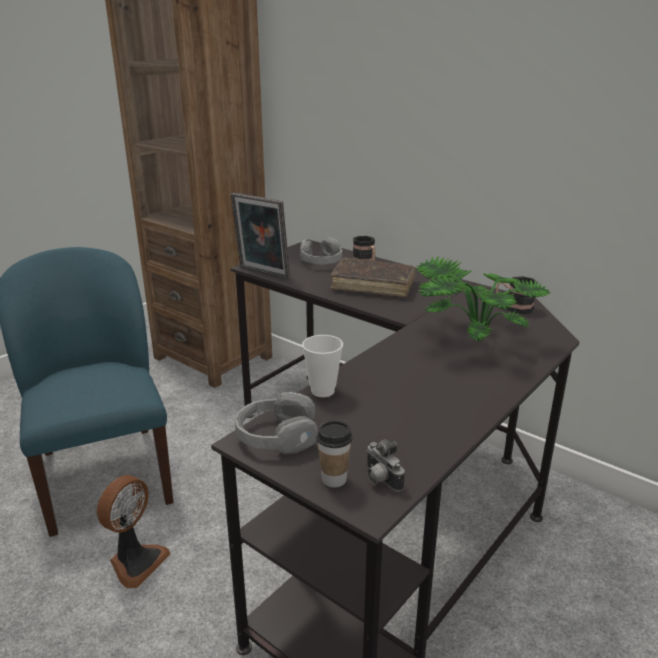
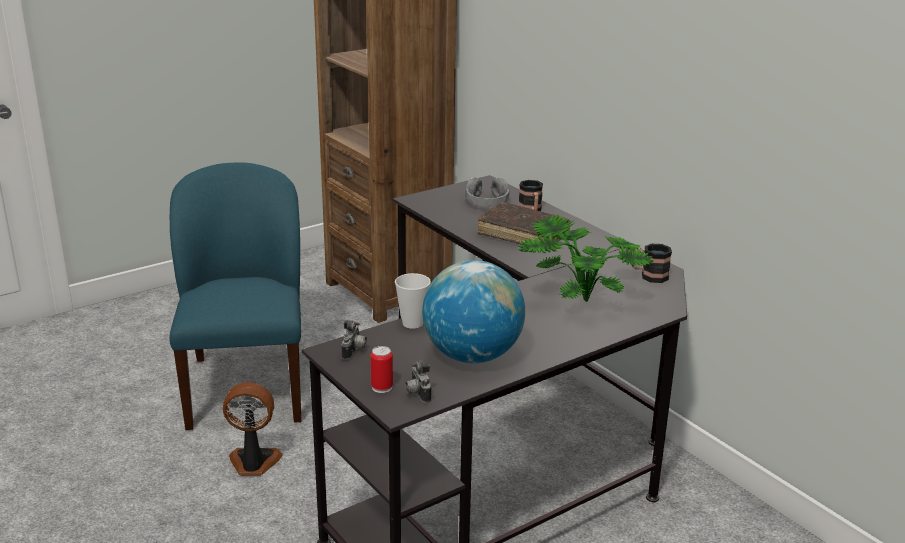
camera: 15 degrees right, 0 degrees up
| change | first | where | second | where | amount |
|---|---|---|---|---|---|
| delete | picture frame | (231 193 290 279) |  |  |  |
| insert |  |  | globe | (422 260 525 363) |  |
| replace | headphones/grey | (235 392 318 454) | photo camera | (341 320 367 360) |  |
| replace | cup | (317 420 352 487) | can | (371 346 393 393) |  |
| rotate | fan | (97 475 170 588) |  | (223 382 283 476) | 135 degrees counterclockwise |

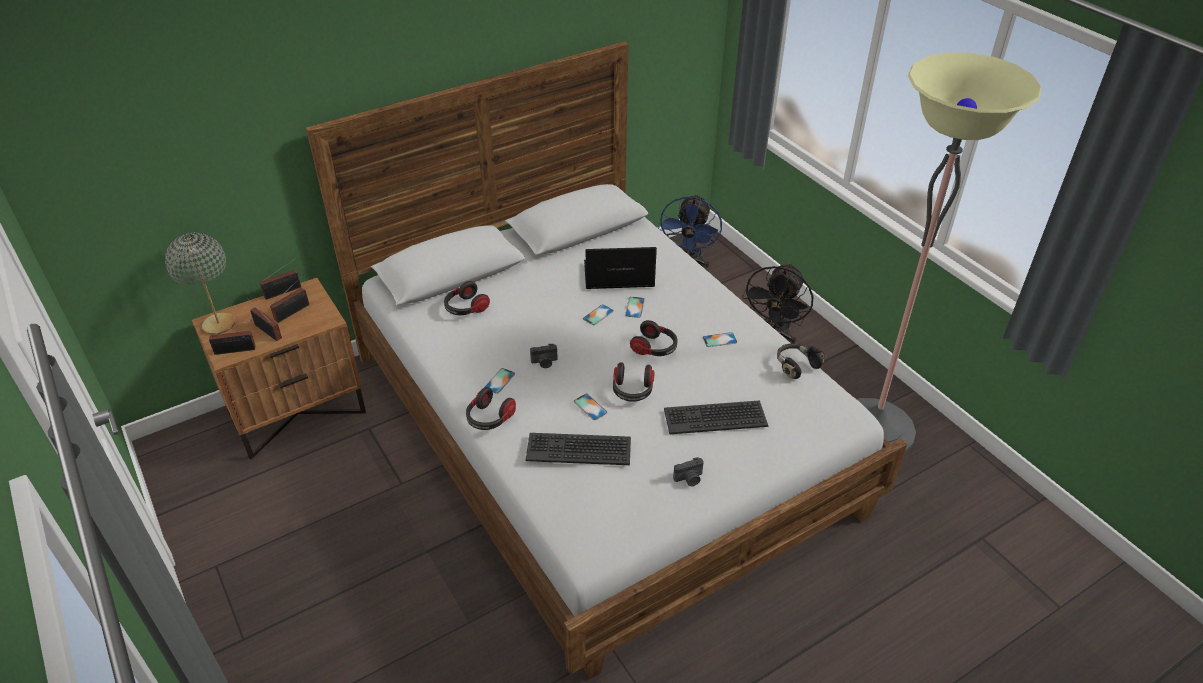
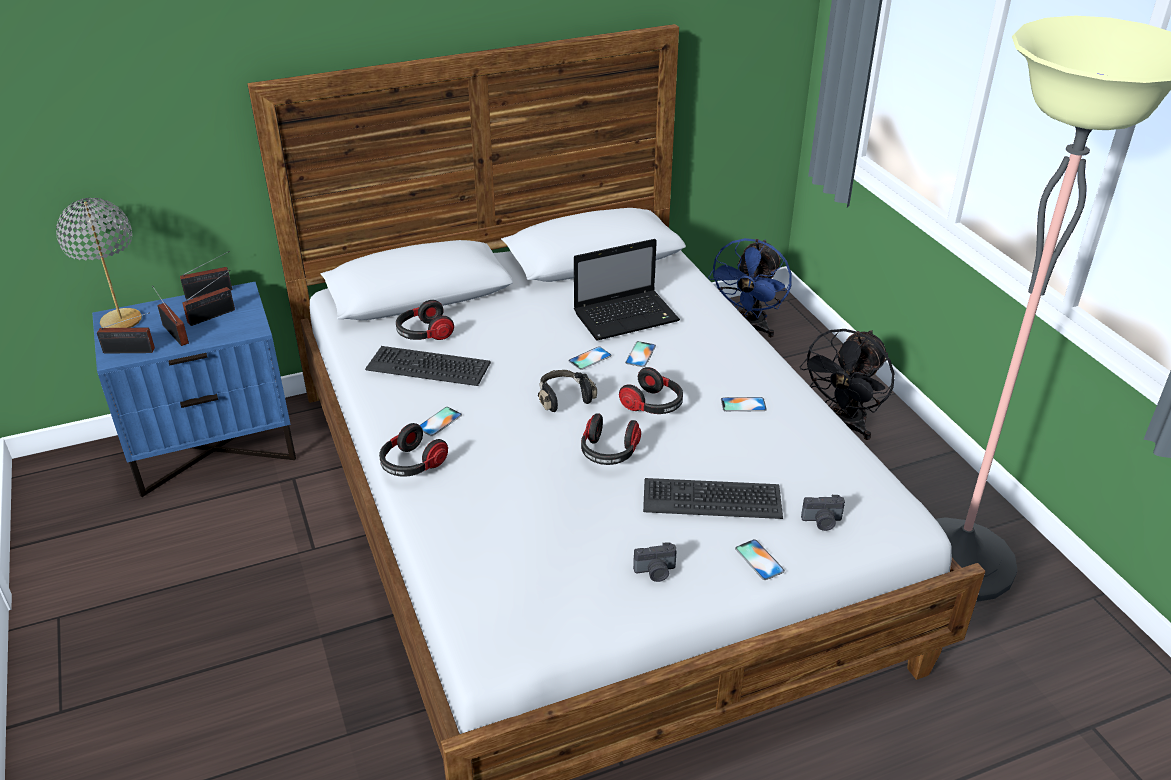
camera: 10 degrees right, 5 degrees down
| change | first | where | second | where | amount |
|---|---|---|---|---|---|
| move | keyboard | (525 433 631 465) |  | (365 346 491 386) |  |
| move | photo camera | (530 344 558 368) |  | (801 495 845 531) |  |
| move | phone | (574 394 607 420) |  | (735 539 785 580) |  |
| move | headphones/black | (777 343 827 379) |  | (538 370 597 412) |  |
| recolor | nightstand/brown | (192 278 366 460) | nightstand/blue | (92 282 296 497) |  |
| rotate | laptop | (584 247 657 289) |  | (574 239 680 340) | 150 degrees clockwise |

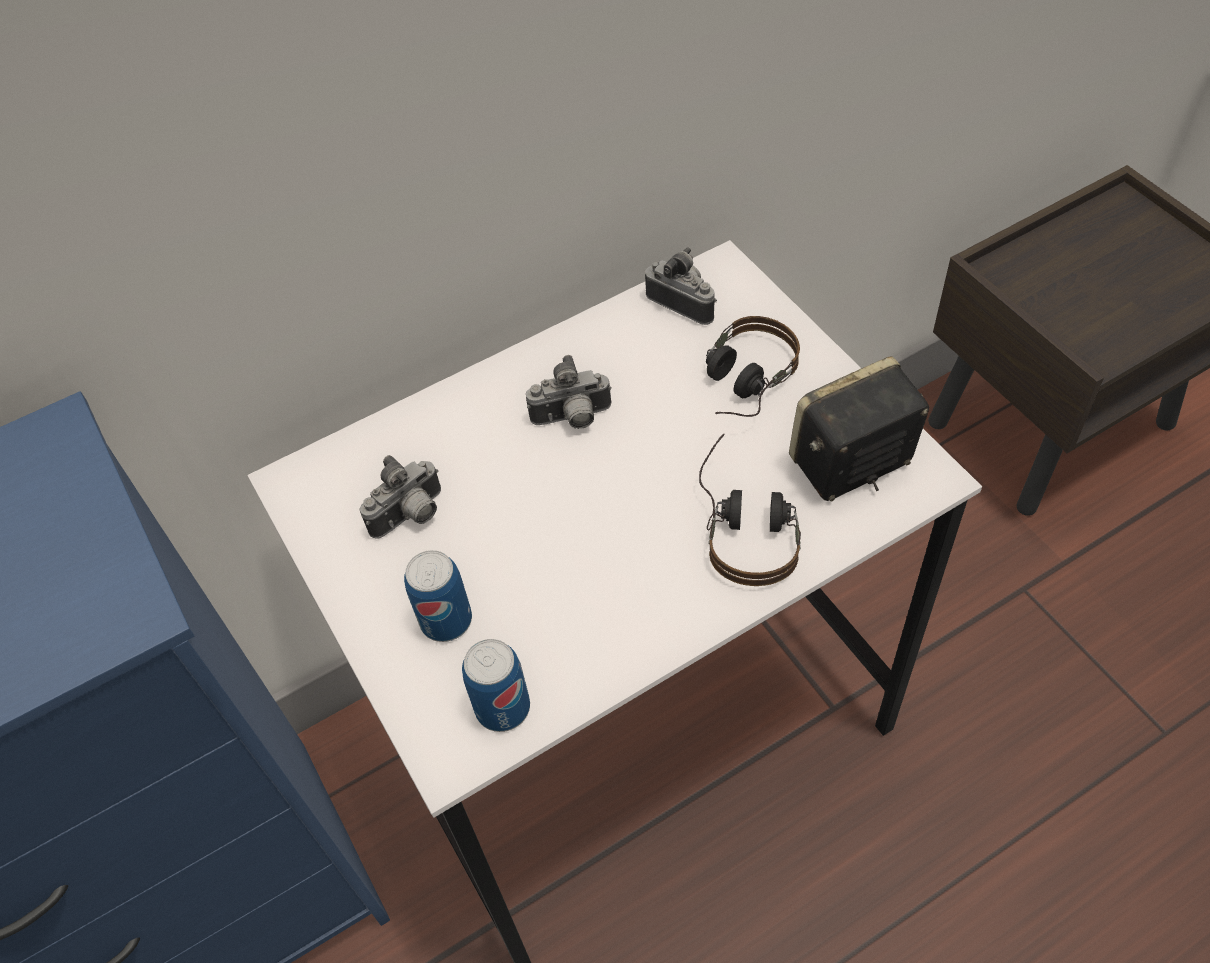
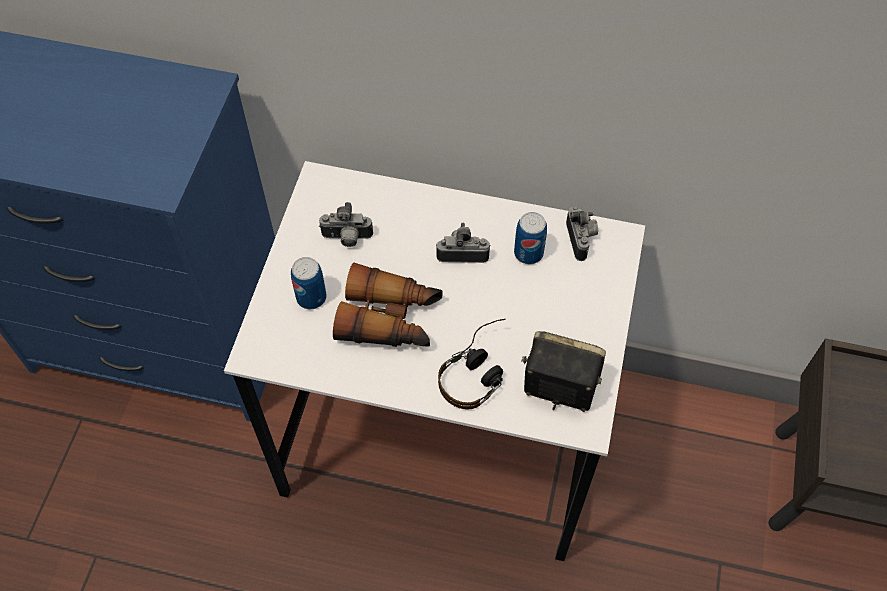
camera: 40 degrees right, 5 degrees up
| change | first | where | second | where | amount |
|---|---|---|---|---|---|
| delete | headphones | (706 316 800 417) |  |  |  |
| insert |  |  | binoculars | (333 263 442 347) |  |
| move | can | (462 639 530 732) |  | (514 212 547 264) |  |
| rotate | photo camera | (526 355 612 429) |  | (436 223 490 263) | 150 degrees clockwise |

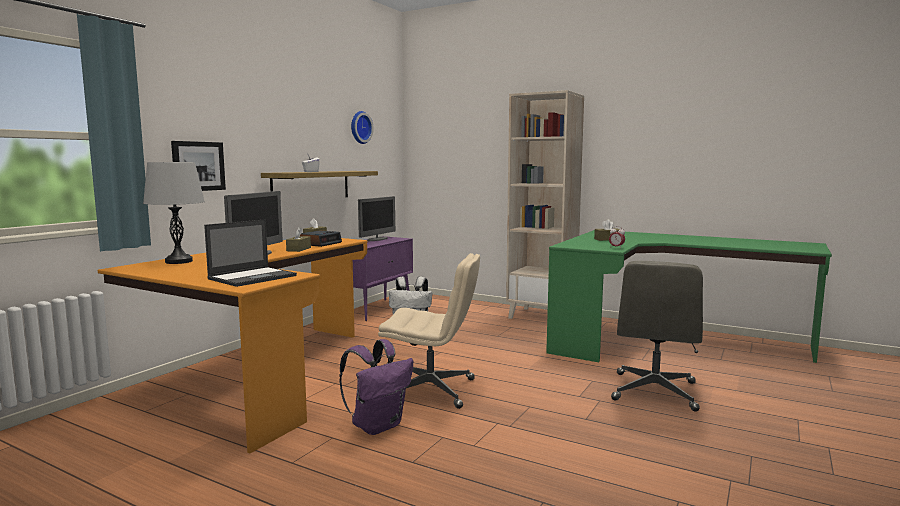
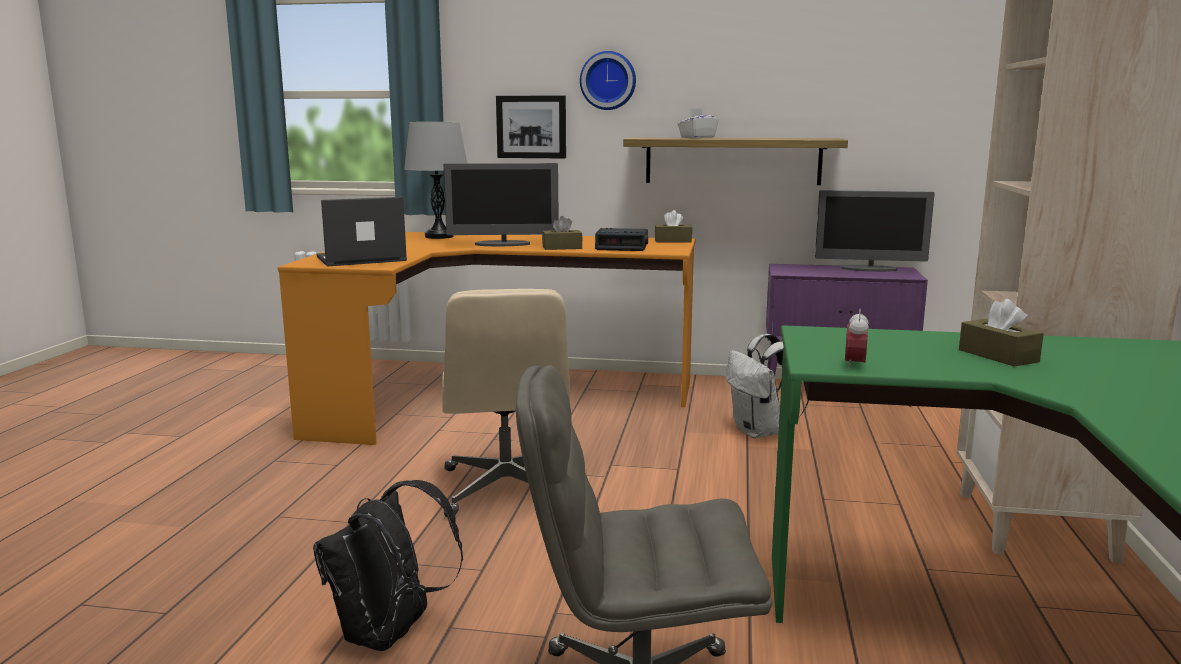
camera: 70 degrees right, 5 degrees up
| change | first | where | second | where | amount |
|---|---|---|---|---|---|
| delete | backpack/purple | (339 339 413 435) |  |  |  |
| insert |  |  | backpack/black | (313 480 463 651) |  |
| move | wall clock | (351 111 374 144) |  | (580 51 636 110) |  |
| rotate | laptop | (204 219 297 287) |  | (316 197 407 266) | 135 degrees clockwise |

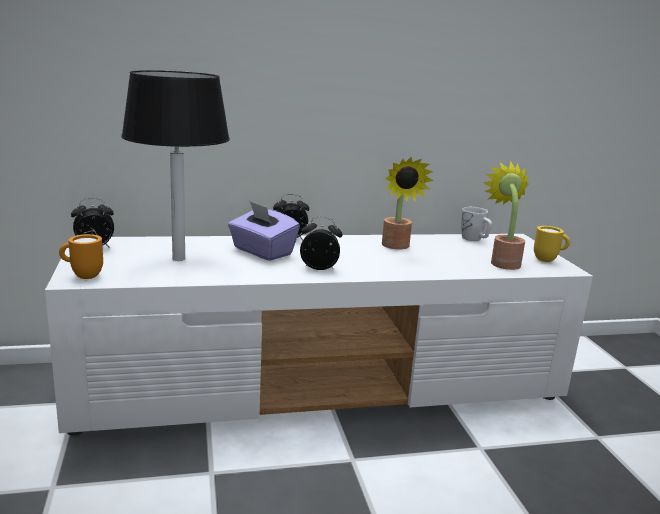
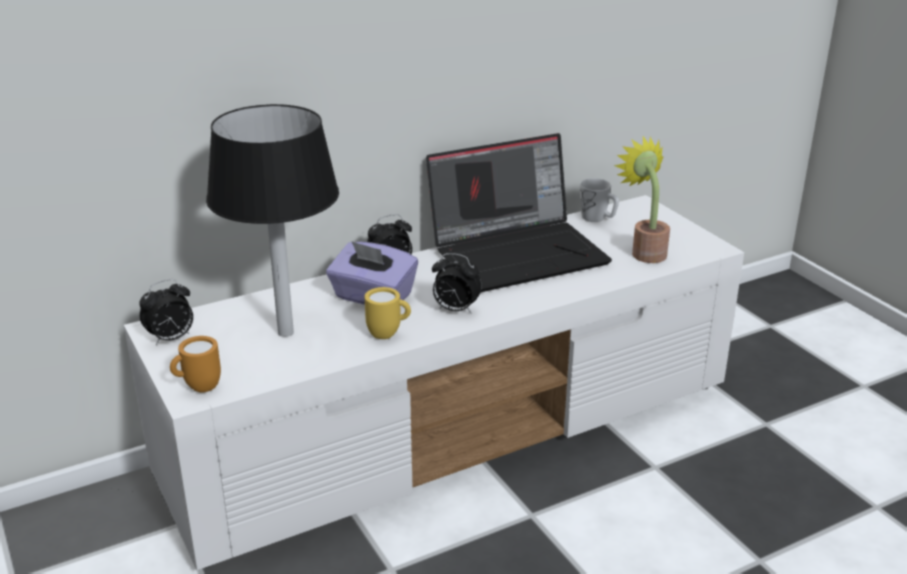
camera: 15 degrees left, 10 degrees up
| change | first | where | second | where | amount |
|---|---|---|---|---|---|
| move | mug/yellow | (534 226 570 262) |  | (365 287 411 339) |  |
| replace | potted plant | (382 157 434 250) | laptop | (426 133 612 292) |  |
| rotate | alarm clock | (300 217 342 270) |  | (432 253 482 313) | 150 degrees counterclockwise |

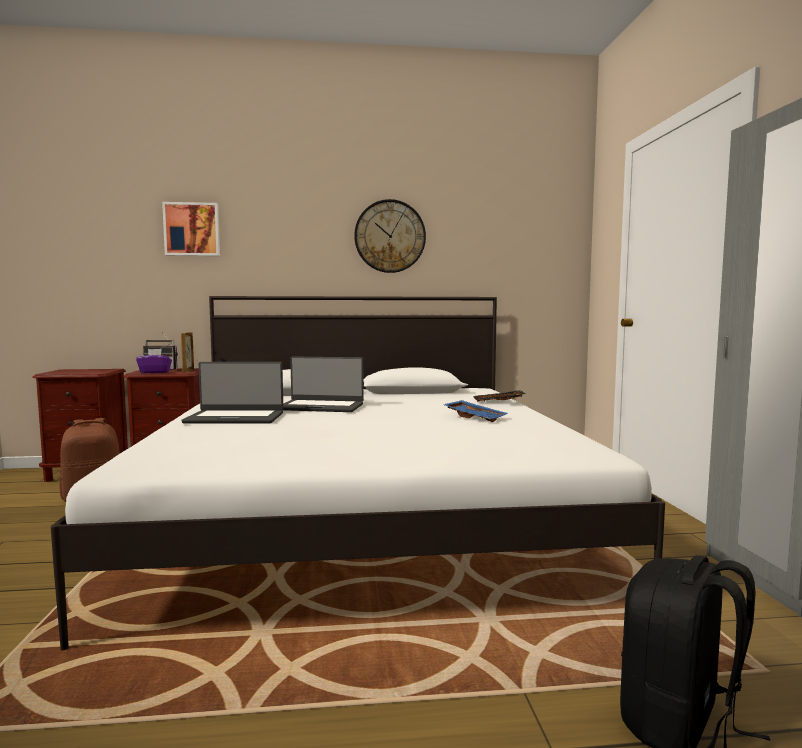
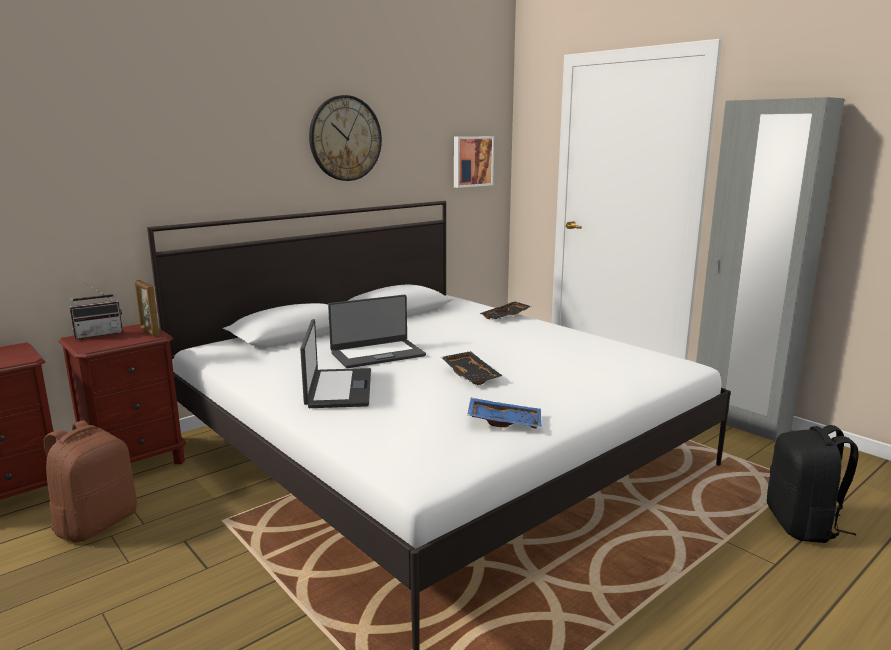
camera: 35 degrees left, 10 degrees up
| change | first | where | second | where | amount |
|---|---|---|---|---|---|
| delete | tissue box/purple | (136 349 172 373) |  |  |  |
| insert |  |  | tray/black | (441 351 503 385) |  |
| move | picture | (162 202 220 256) |  | (454 136 494 188) |  |
| move | tray/blue | (443 400 508 422) |  | (467 398 542 429) |  |
| rotate | laptop | (182 362 283 423) |  | (300 319 371 408) | 60 degrees counterclockwise |

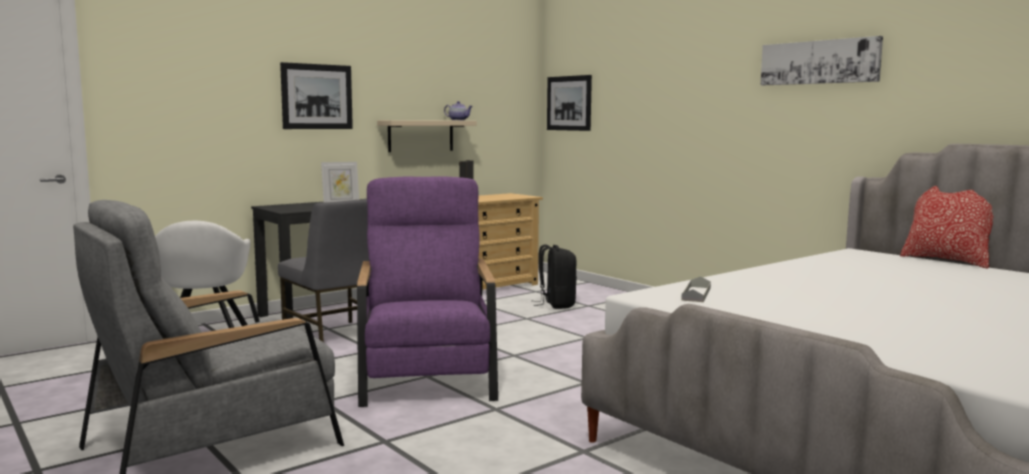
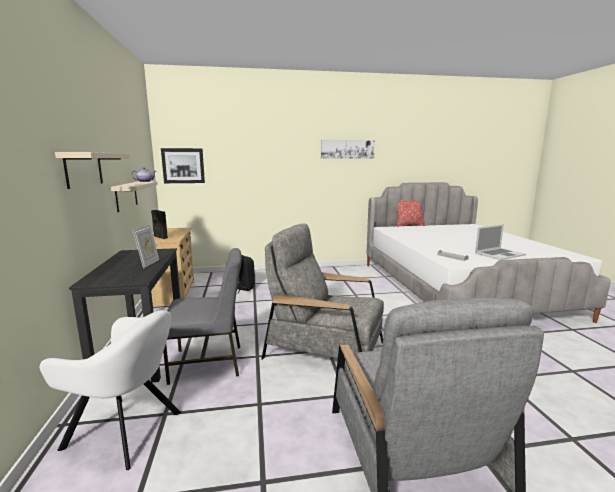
camera: 60 degrees left, 5 degrees up
| change | first | where | second | where | amount |
|---|---|---|---|---|---|
| insert |  |  | laptop | (475 224 526 260) |  |
| replace | picture | (280 62 353 129) | shelf/beige | (55 152 130 189) |  |
| recolor | armchair/purple | (357 176 498 407) | armchair/grey | (261 224 384 360) |  |

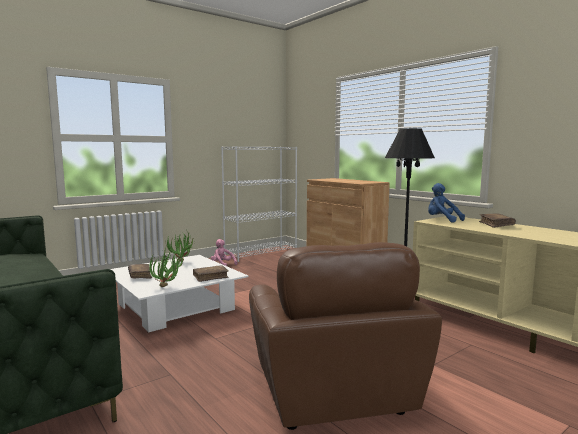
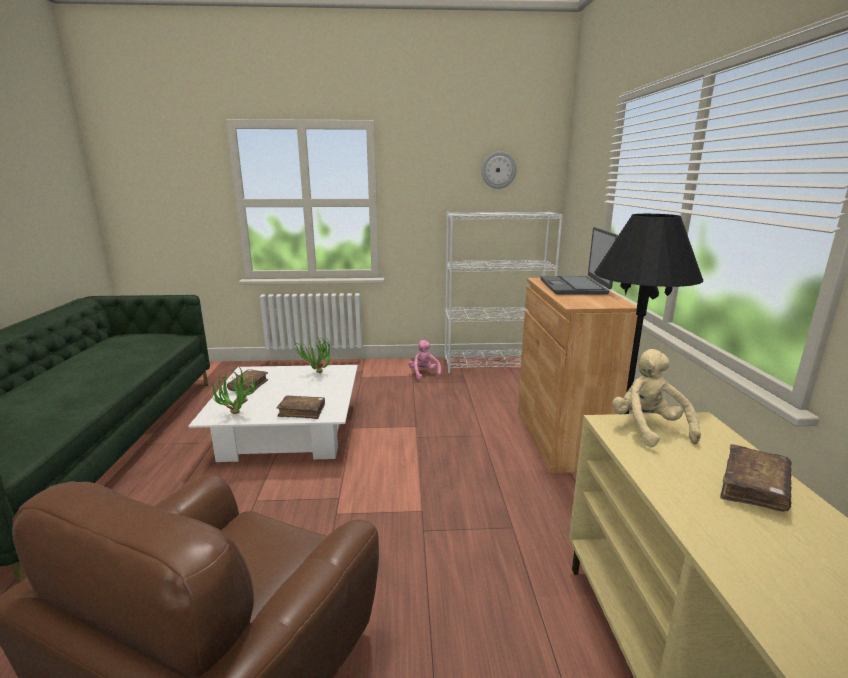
camera: 35 degrees right, 10 degrees up
| change | first | where | second | where | amount |
|---|---|---|---|---|---|
| insert |  |  | wall clock | (481 151 517 189) |  |
| insert |  |  | laptop | (540 227 618 295) |  |
| recolor | plush toy/blue | (428 183 465 223) | plush toy/beige | (612 349 701 447) |  |

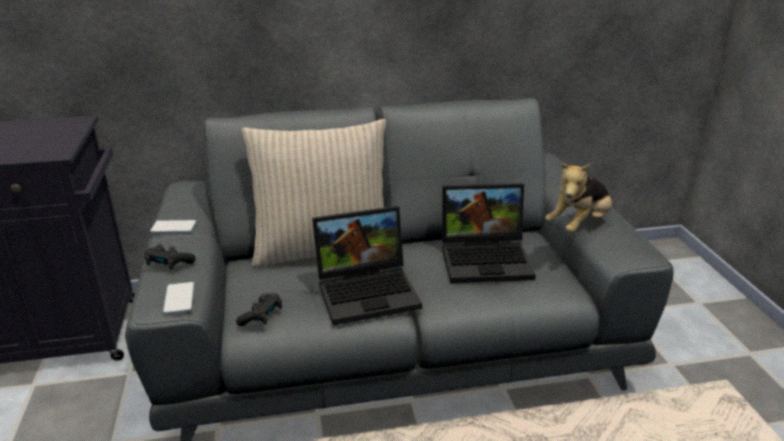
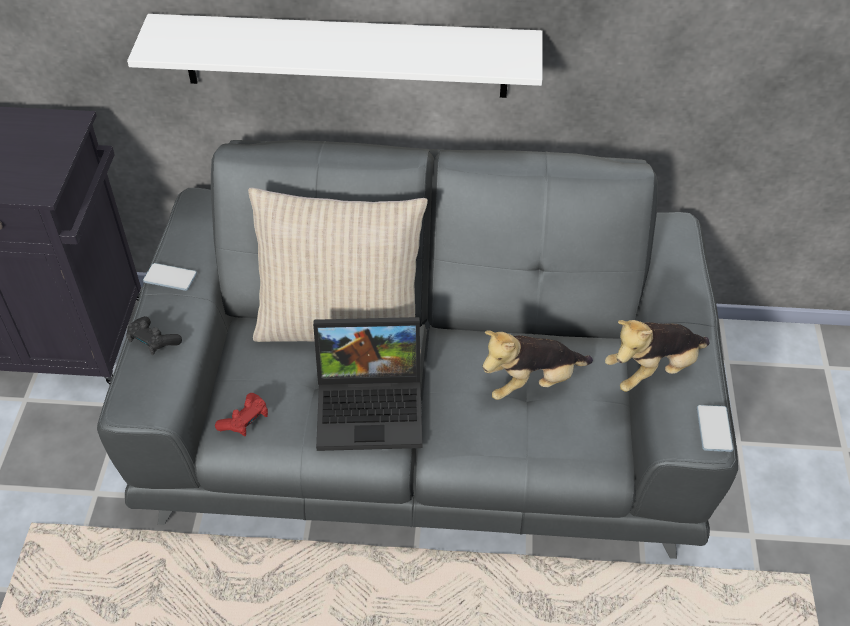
camera: 15 degrees right, 20 degrees up
| change | first | where | second | where | amount |
|---|---|---|---|---|---|
| insert |  |  | shelf/white | (127 14 543 98) |  |
| move | phone | (163 282 195 314) |  | (697 405 733 452) |  |
| replace | laptop | (442 183 536 283) | plush toy | (483 330 593 400) |  |
| recolor | game controller/black | (236 293 282 326) | game controller/red | (215 393 268 436) |  |

